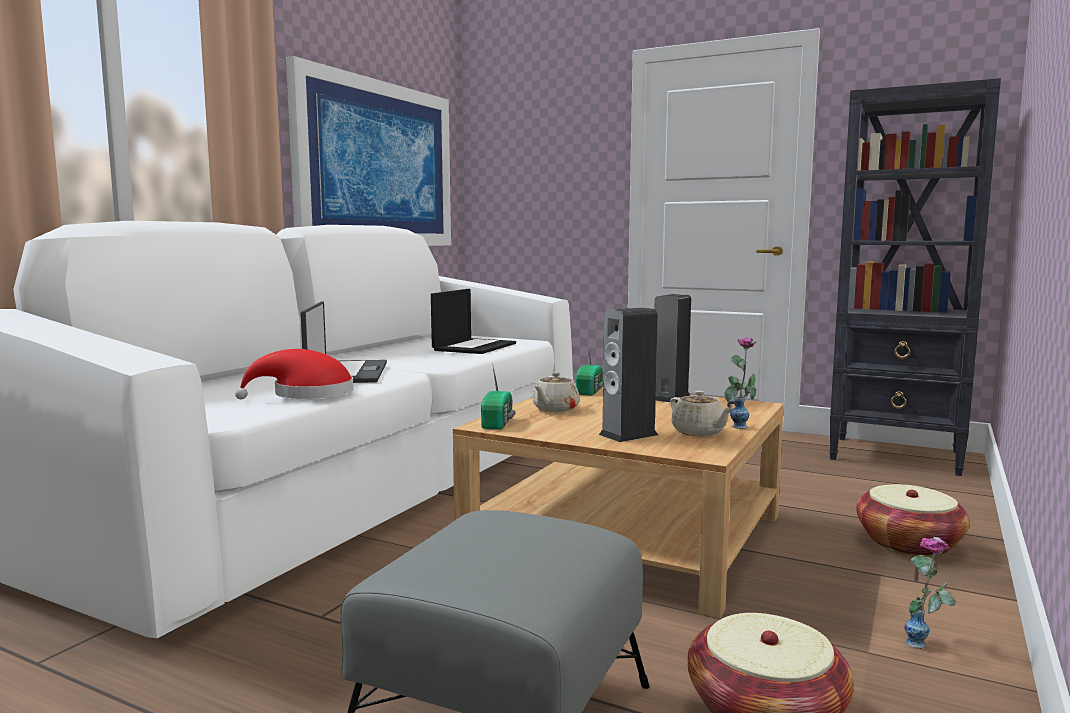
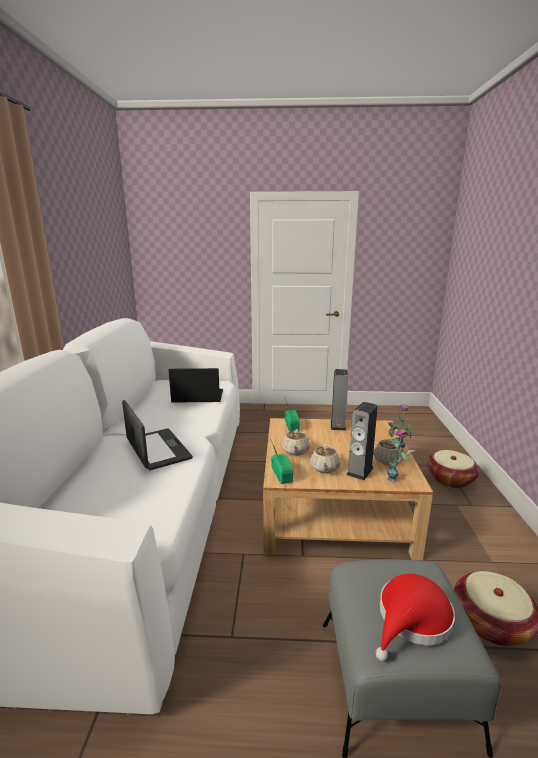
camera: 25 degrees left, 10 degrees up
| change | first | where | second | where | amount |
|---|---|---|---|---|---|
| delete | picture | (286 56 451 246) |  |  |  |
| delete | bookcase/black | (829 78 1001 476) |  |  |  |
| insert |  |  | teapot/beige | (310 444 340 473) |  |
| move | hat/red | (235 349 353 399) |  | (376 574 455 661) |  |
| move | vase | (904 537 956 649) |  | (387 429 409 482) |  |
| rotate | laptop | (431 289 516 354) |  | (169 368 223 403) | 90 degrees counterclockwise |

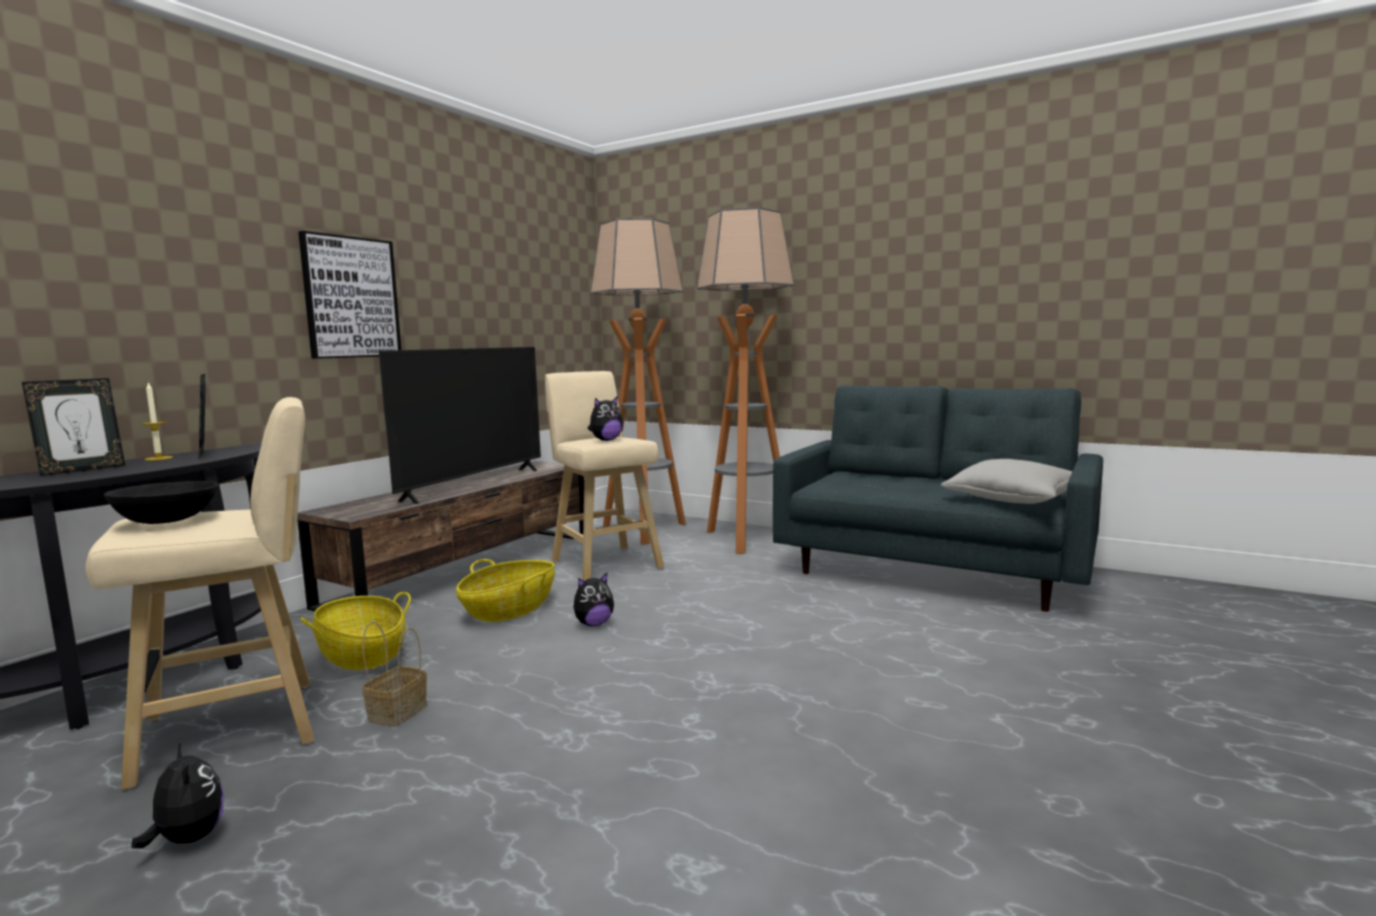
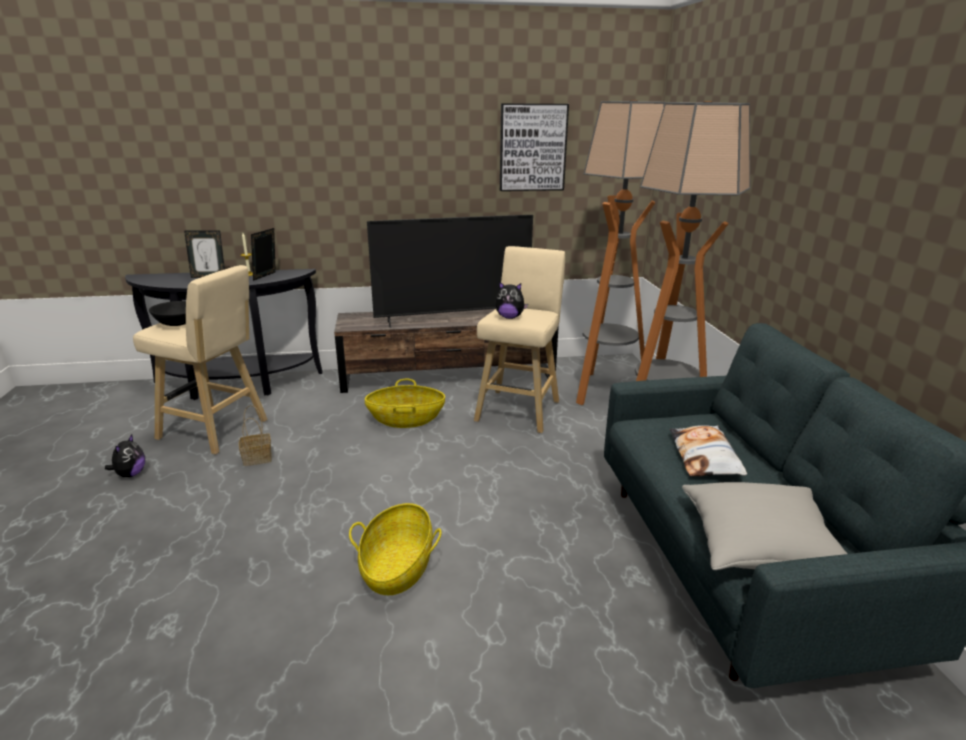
camera: 50 degrees right, 15 degrees up
| change | first | where | second | where | amount |
|---|---|---|---|---|---|
| delete | plush toy | (573 573 614 626) |  |  |  |
| insert |  |  | pillow | (670 425 747 476) |  |
| move | picture | (298 231 401 359) |  | (500 103 569 191) |  |
| move | basket | (301 592 411 670) |  | (349 503 442 595) |  |

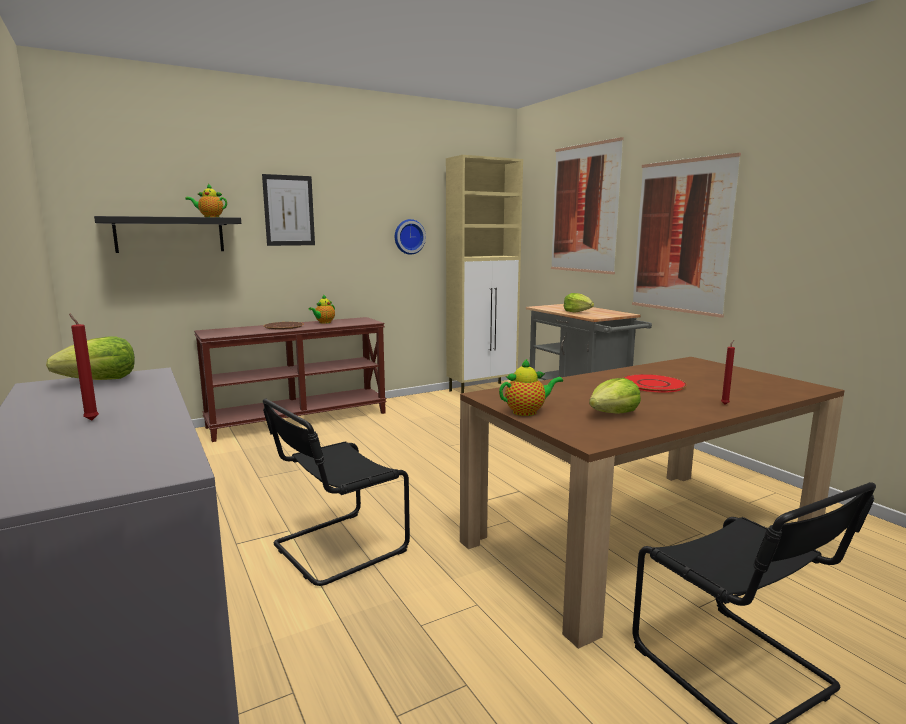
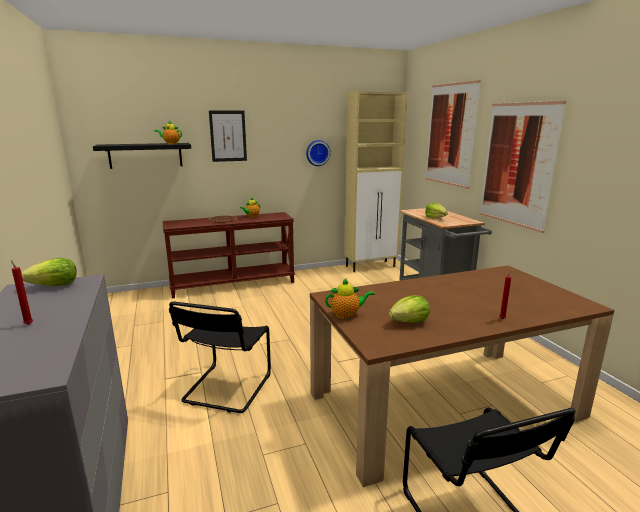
camera: 10 degrees right, 5 degrees up
| change | first | where | second | where | amount |
|---|---|---|---|---|---|
| delete | plate/red | (623 374 687 393) |  |  |  |
| rotate | chair/black | (263 399 410 586) |  | (169 301 271 413) | 45 degrees counterclockwise |

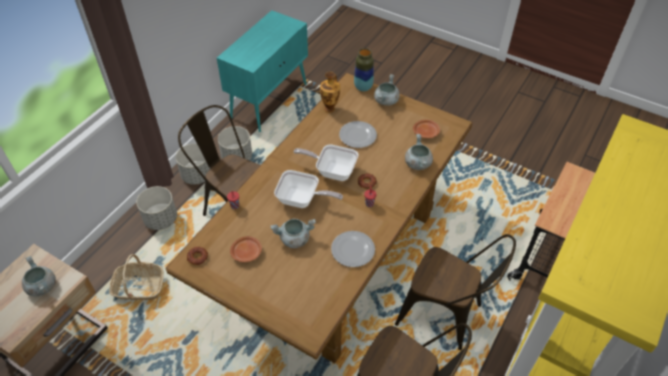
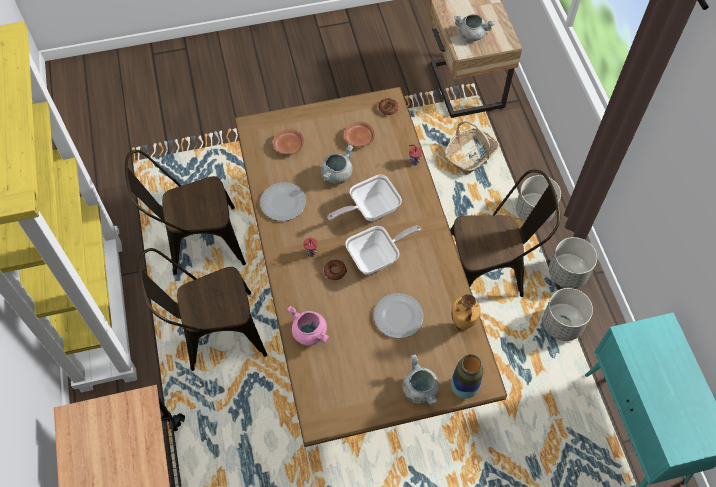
camera: 135 degrees right, 10 degrees up
| change | first | where | second | where | amount |
|---|---|---|---|---|---|
| move | plate/brown | (413 120 440 138) |  | (273 129 304 155) |  |
| recolor | cooking pot/grey | (405 134 433 170) | cooking pot/pink | (287 306 329 346) |  |

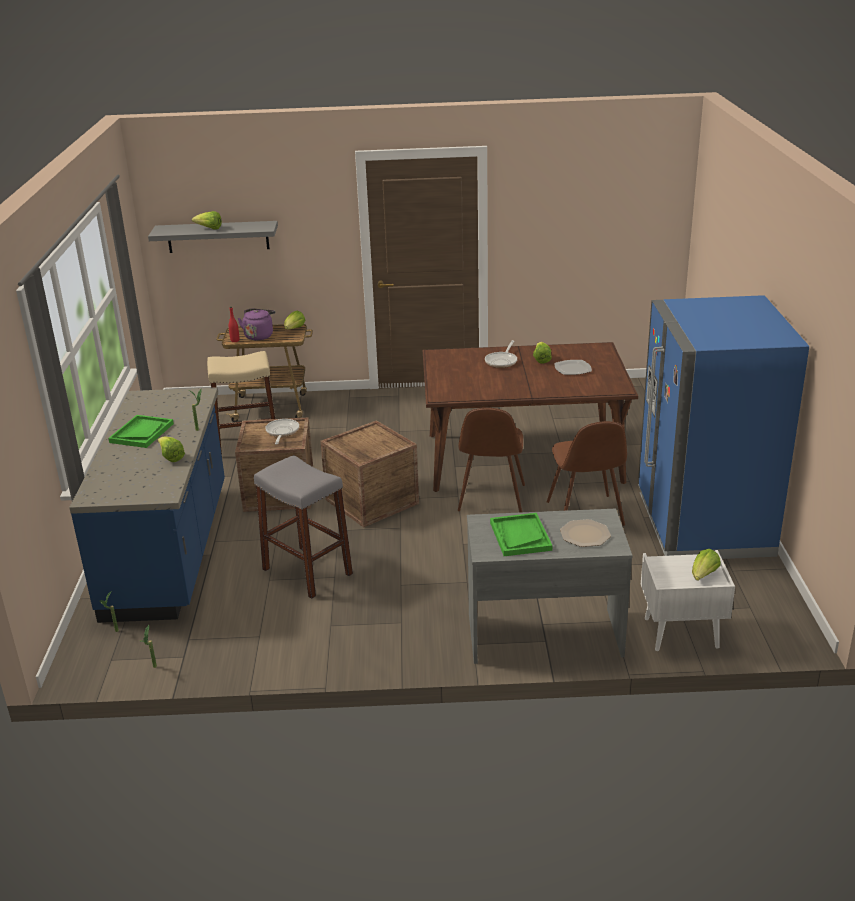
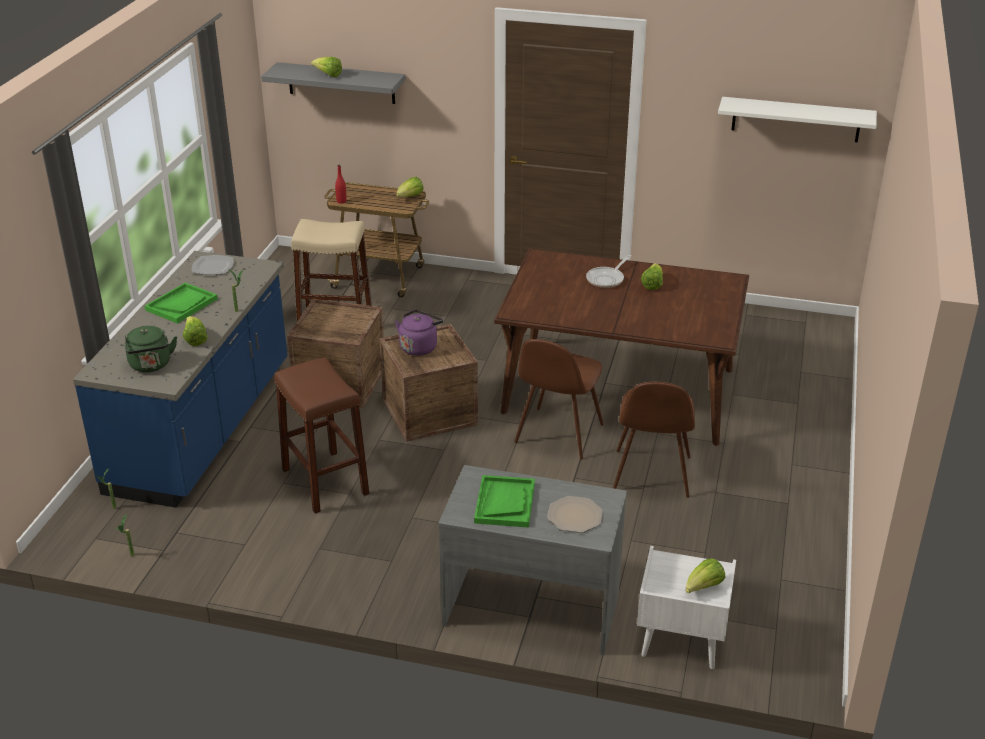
camera: 15 degrees right, 5 degrees up
| change | first | where | second | where | amount |
|---|---|---|---|---|---|
| delete | frying pan | (265 419 299 445) |  |  |  |
| delete | fridge/blue | (638 295 809 559) |  |  |  |
| insert |  |  | kettle/green | (125 326 177 372) |  |
| insert |  |  | shelf/white | (718 97 877 142) |  |
| move | kettle/purple | (238 309 275 340) |  | (395 310 443 356) |  |
| move | plate | (555 360 592 375) |  | (192 255 234 275) |  |
| recolor | stool/grey | (254 455 353 599) | stool/brown | (274 357 369 513) |  |

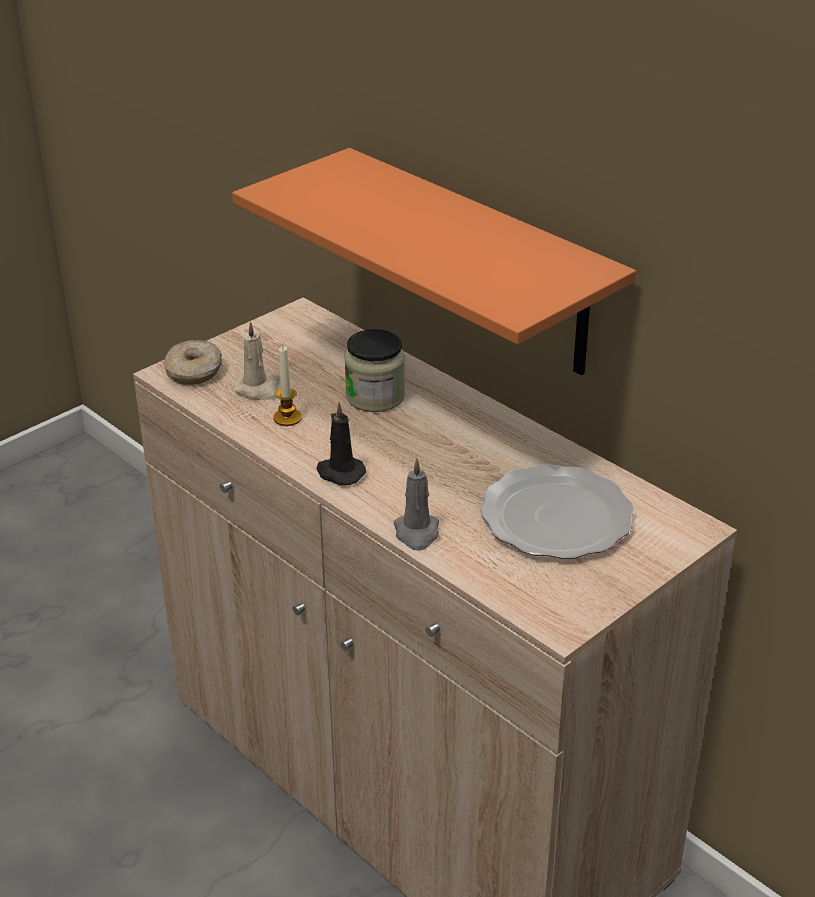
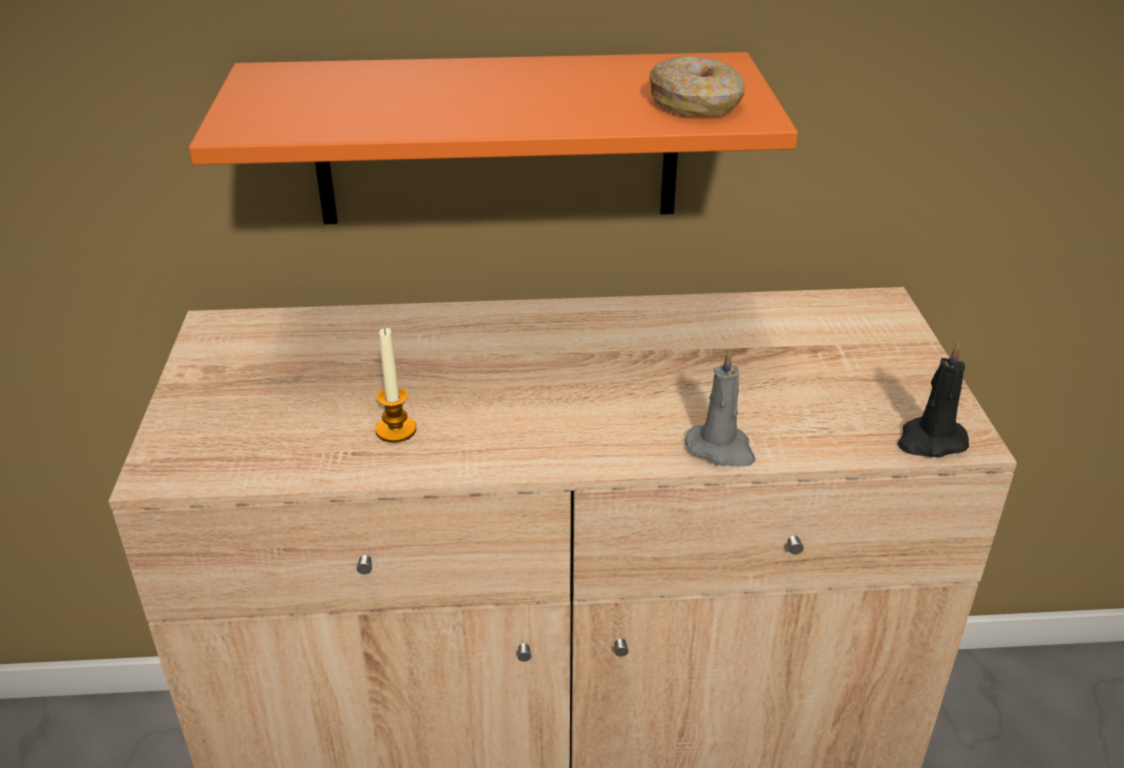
camera: 50 degrees left, 0 degrees up
| change | first | where | second | where | amount |
|---|---|---|---|---|---|
| delete | candle/beige | (233 321 277 400) |  |  |  |
| delete | jar | (344 329 405 412) |  |  |  |
| delete | plate | (480 464 634 559) |  |  |  |
| move | donut | (163 340 222 385) |  | (649 56 745 116) |  |
| move | candle/black | (317 402 366 485) |  | (897 342 969 457) |  |

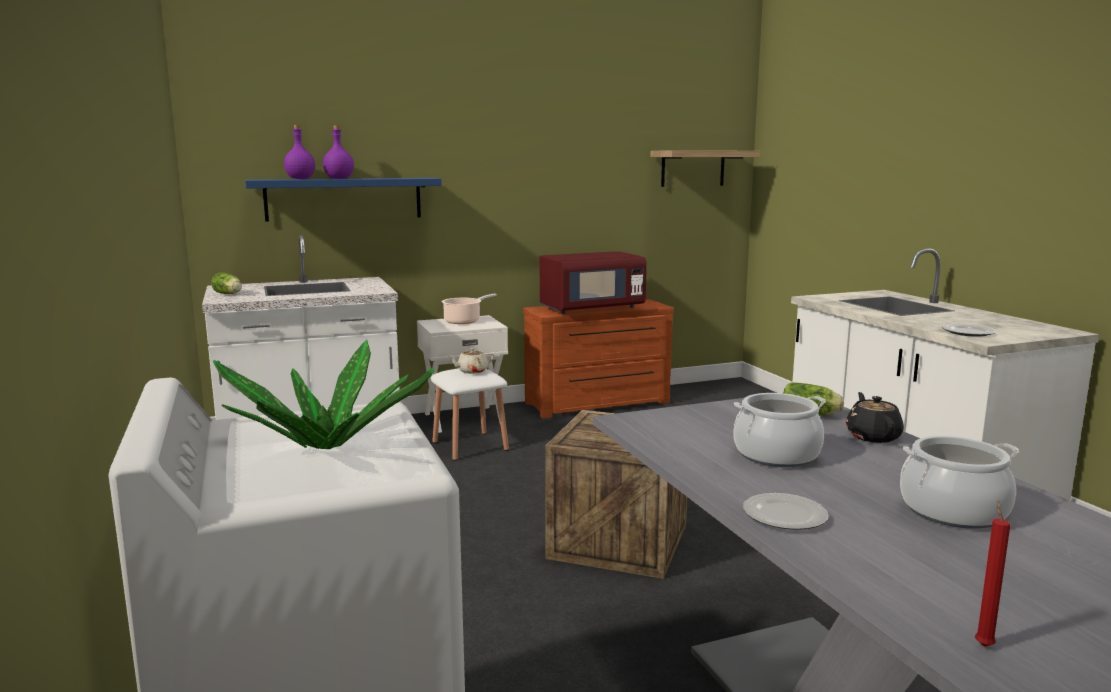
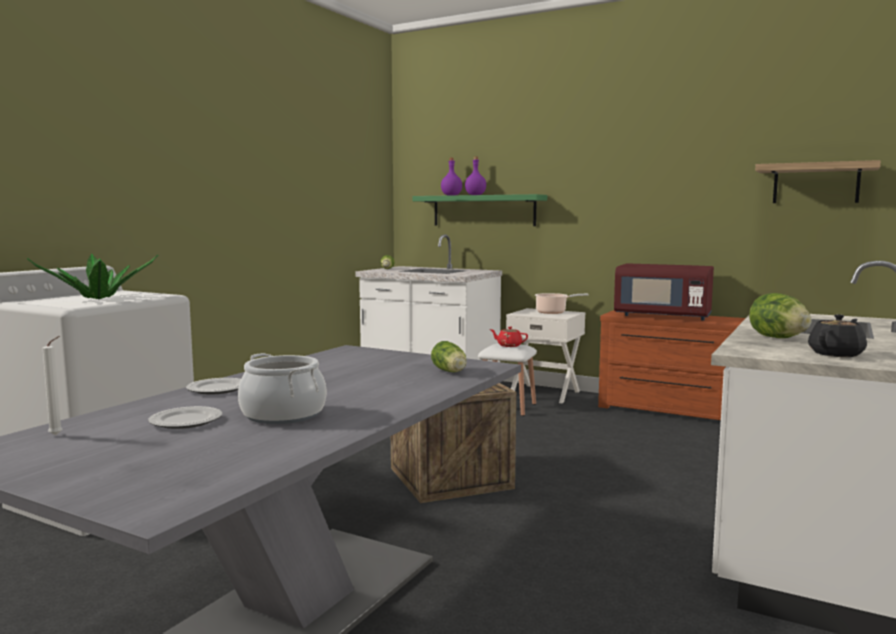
camera: 50 degrees right, 5 degrees down
| change | first | where | second | where | amount |
|---|---|---|---|---|---|
| delete | cooking pot | (733 393 826 467) |  |  |  |
| insert |  |  | lettuce | (749 293 812 338) |  |
| move | teapot/black | (846 392 904 443) |  | (808 314 867 357) |  |
| move | plate | (942 324 996 337) |  | (148 406 222 429) |  |
| recolor | shelf/blue | (245 178 442 222) | shelf/green | (413 194 547 226) |  |
| recolor | teapot/beige | (449 348 494 374) | teapot/red | (490 326 528 347) |  |
| recolor | candle/red | (975 500 1011 647) | candle/white | (43 336 62 435) |  |

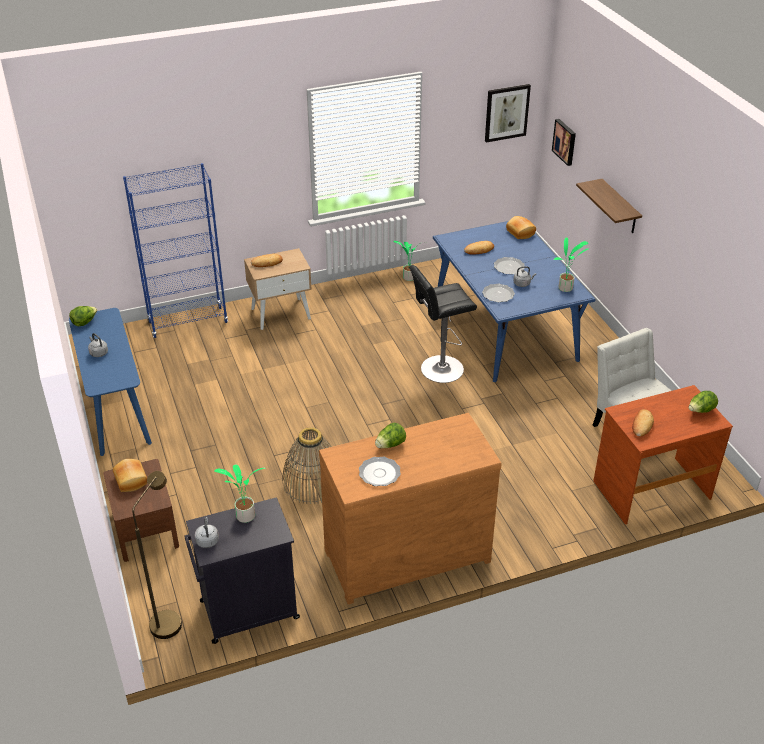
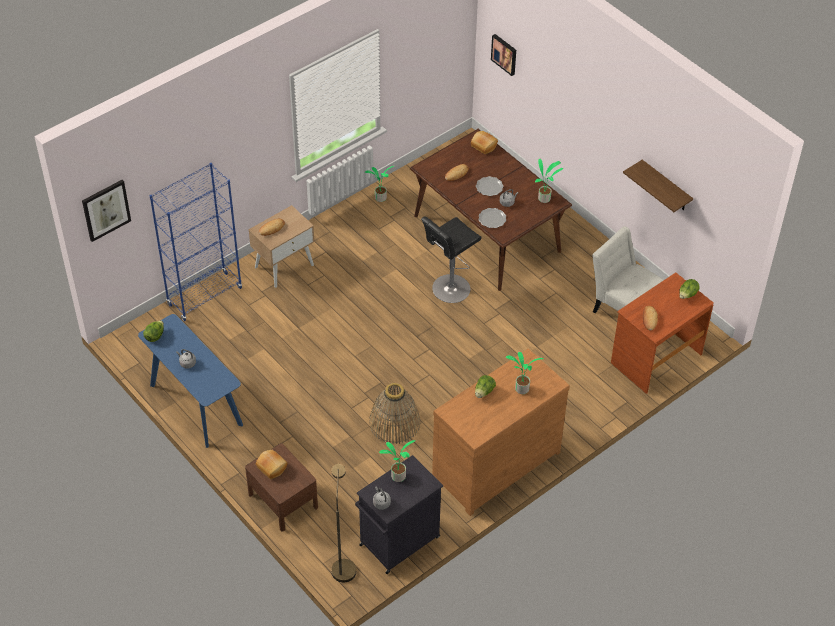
camera: 20 degrees left, 10 degrees up
| change | first | where | second | where | amount |
|---|---|---|---|---|---|
| delete | plate | (359 456 401 486) |  |  |  |
| insert |  |  | potted plant | (506 352 544 394) |  |
| move | picture | (485 84 531 143) |  | (82 180 131 242) |  |
| move | shelf | (576 179 642 233) |  | (623 160 693 212) |  |
| recolor | dining table/blue | (433 221 596 382) | dining table/brown | (410 129 572 291) |  |

